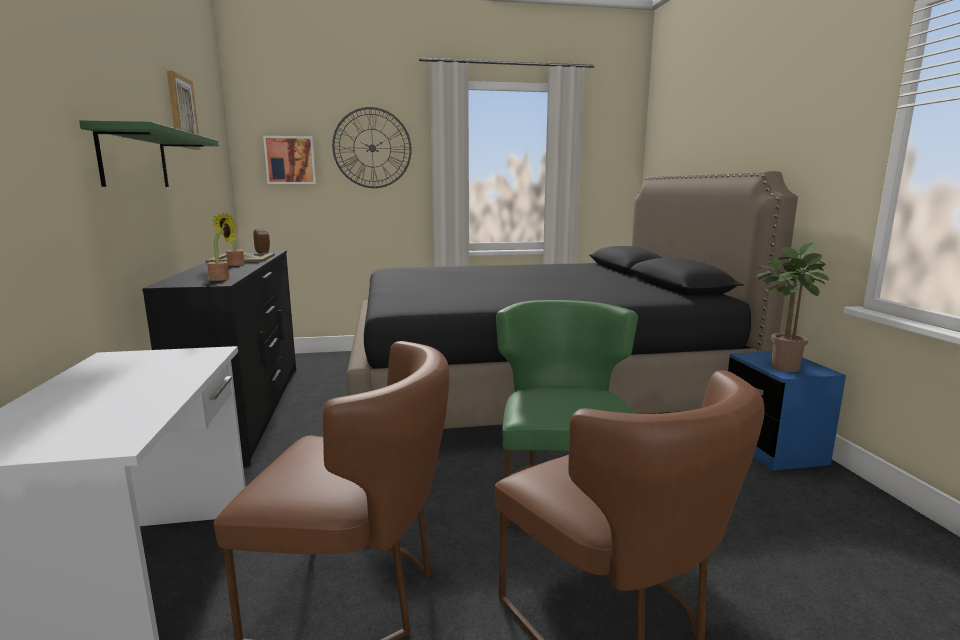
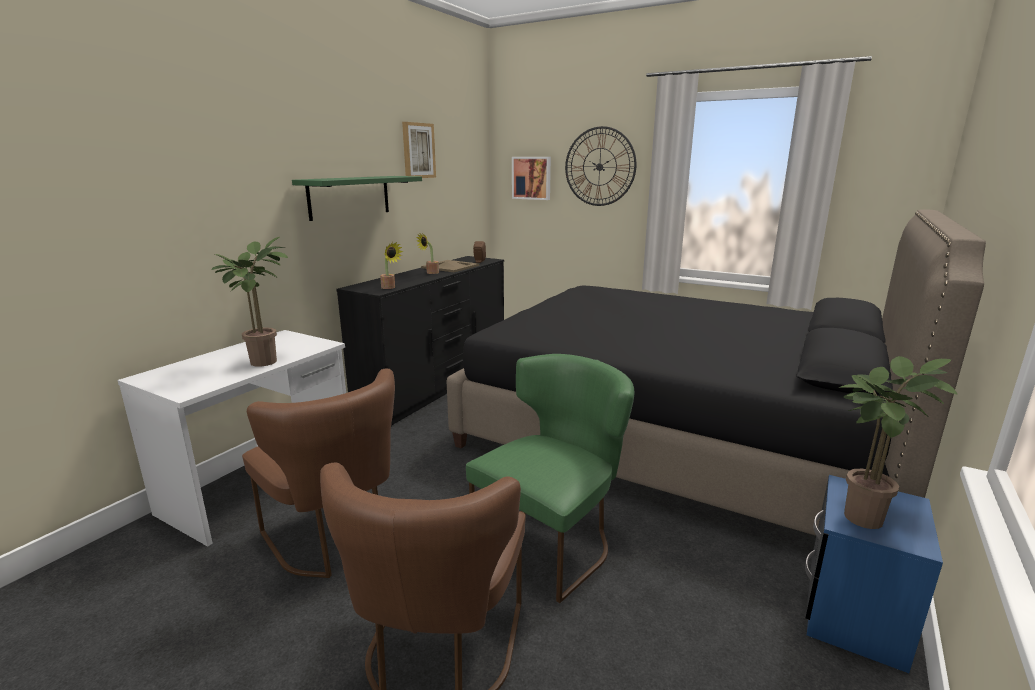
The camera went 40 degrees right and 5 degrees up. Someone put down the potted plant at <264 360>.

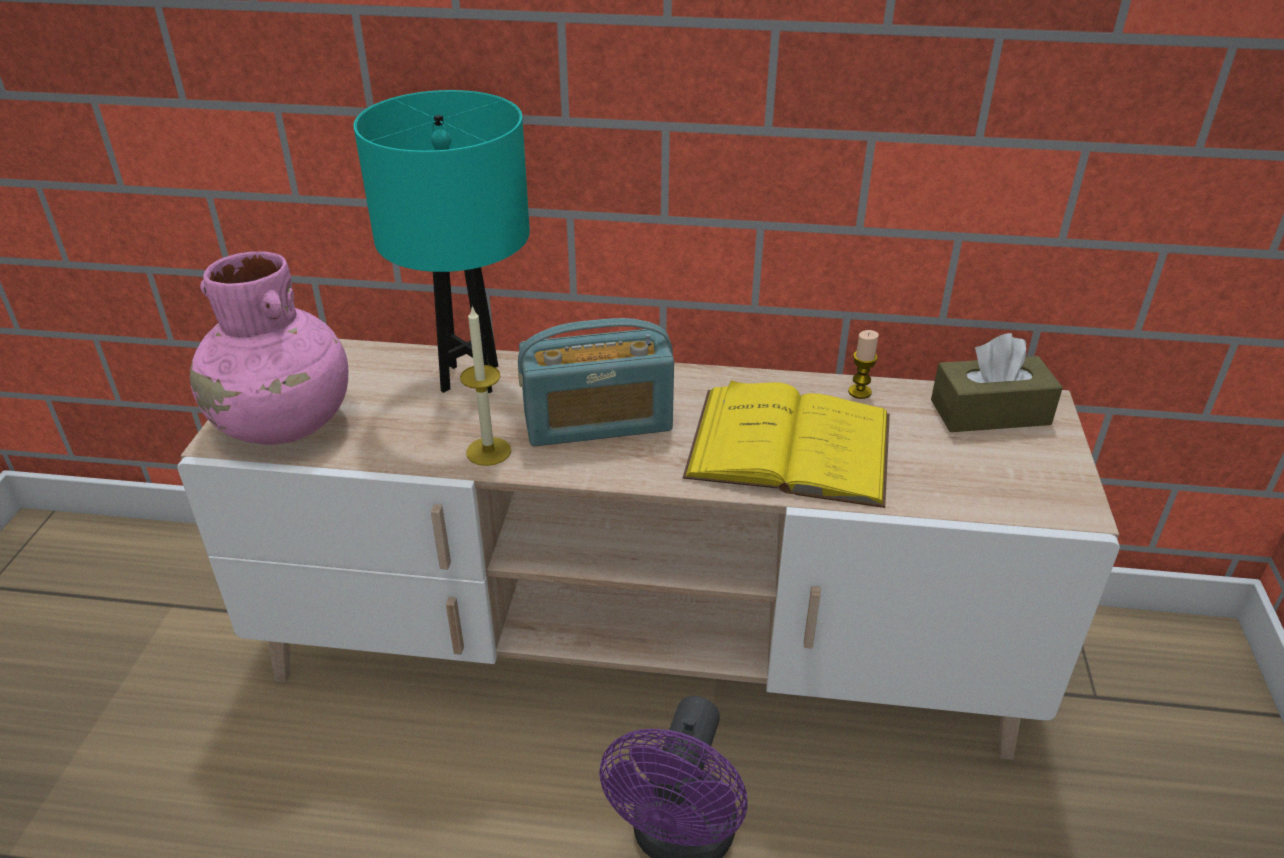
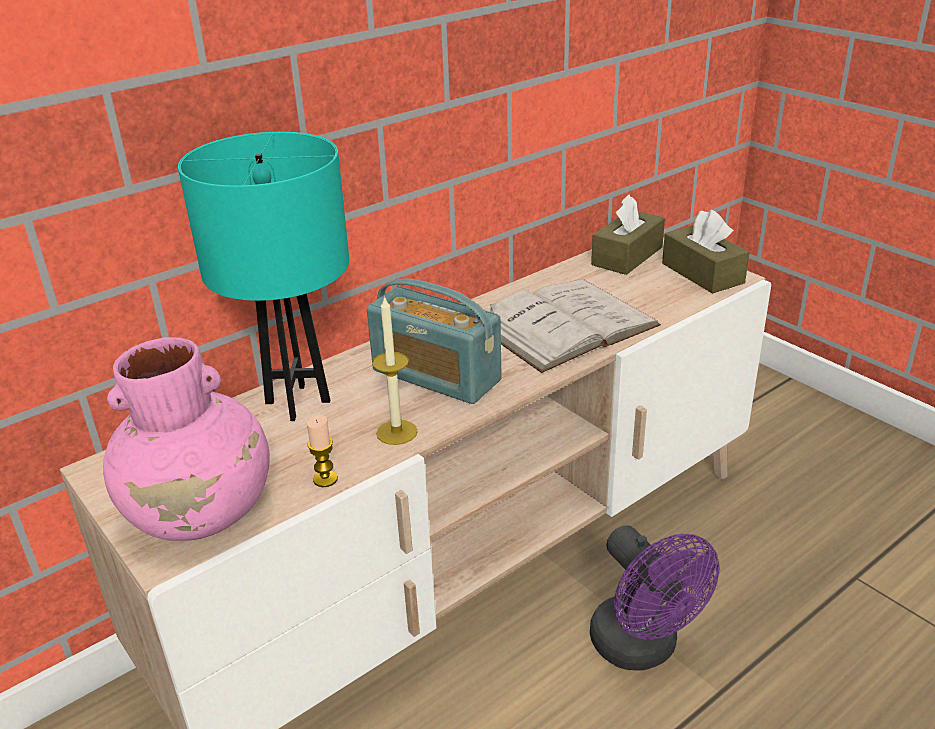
The camera went 45 degrees left and 5 degrees down. Someone rotated the radio at <598 422> by 90 degrees clockwise. Someone carried the candle from <859 392> to <325 479>. Someone repainted the yellow book at <790 445>, which became the white book at <564 324>. Someone put down the brown tissue box at <702 273>.

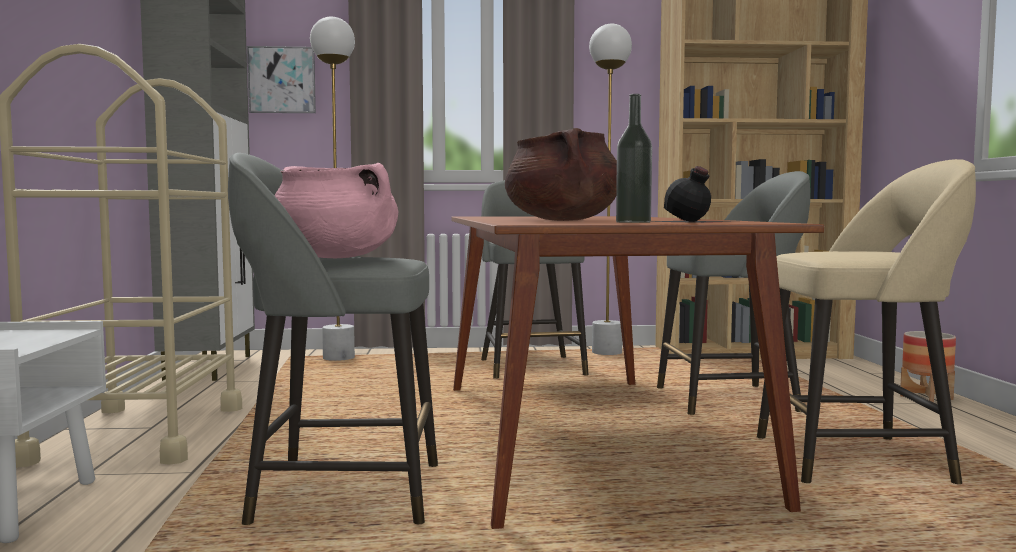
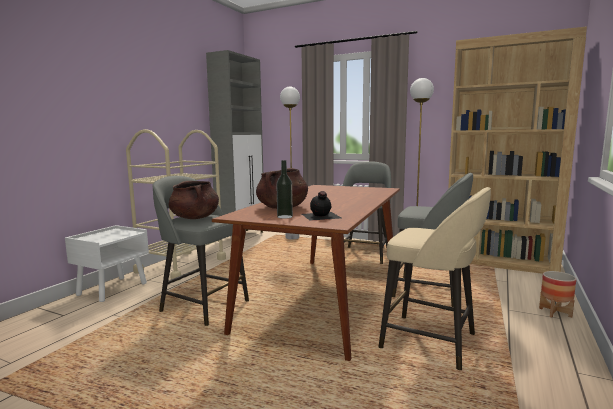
The camera went 30 degrees right and 5 degrees up. Someone took away the picture at <282 80>. Someone repainted the pink cooking pot at <336 258>, which became the brown cooking pot at <195 218>.

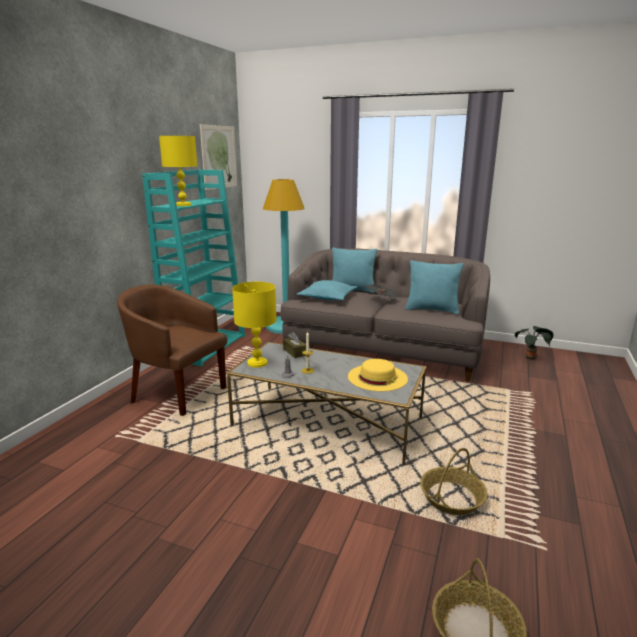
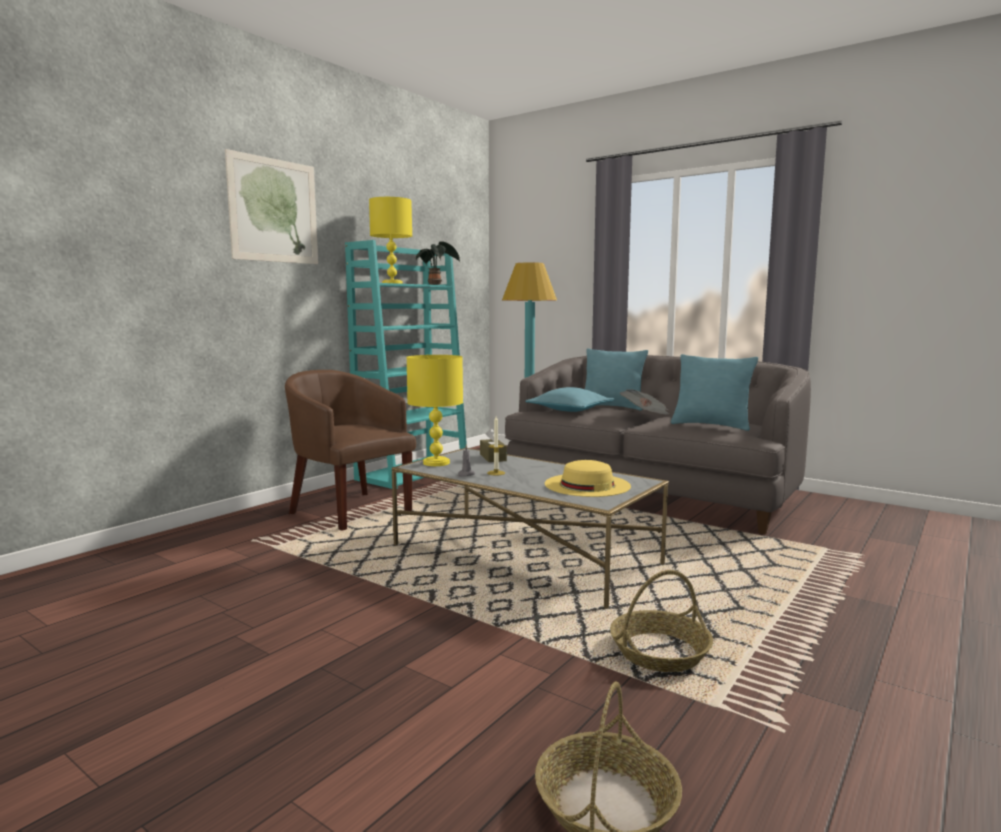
The camera went 15 degrees right and 10 degrees down. Someone carried the picture from <219 157> to <274 210>. Someone carried the potted plant from <531 358> to <436 285>.

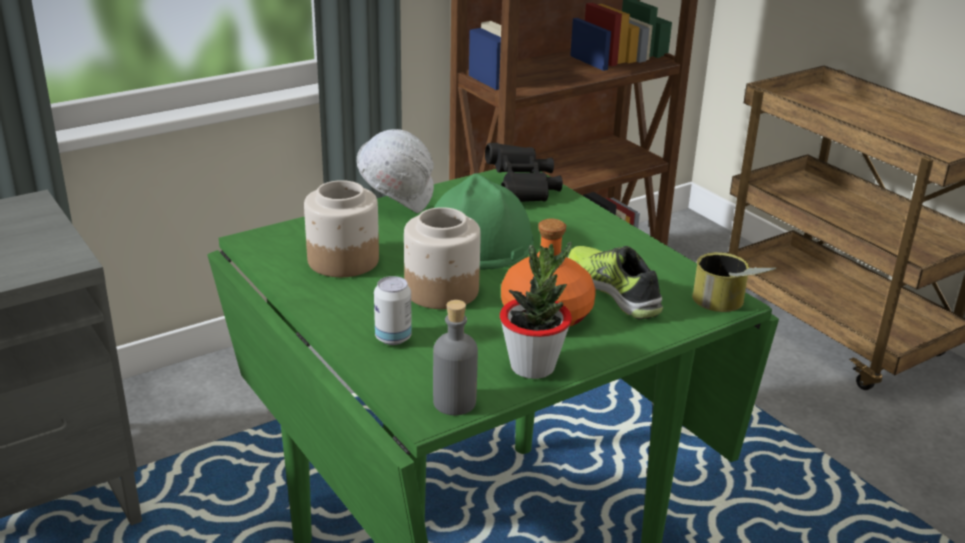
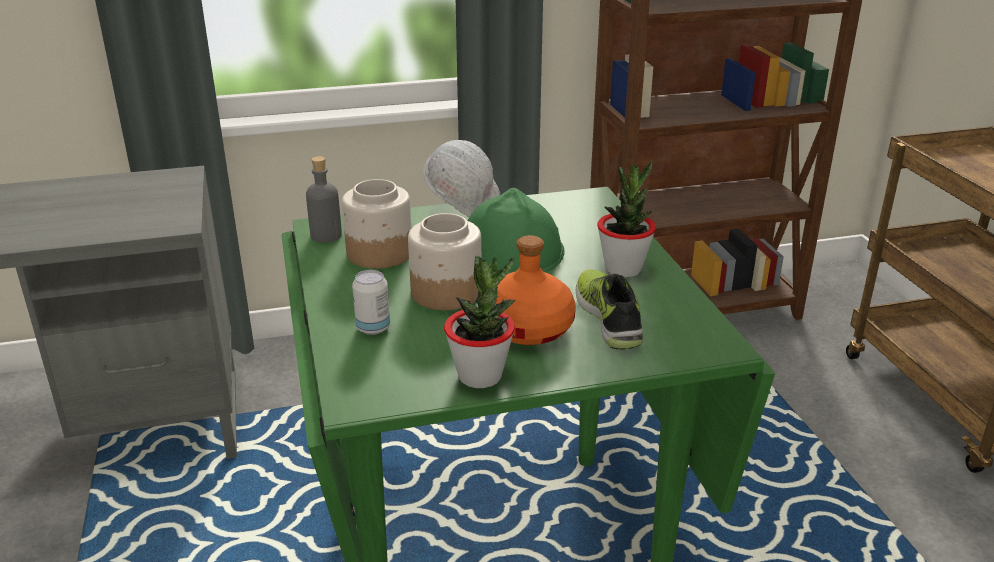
The camera went 20 degrees right and 0 degrees up. Someone took away the black binoculars at <523 189>. Someone took away the can at <728 306>. Someone carried the grey bottle from <454 402> to <326 236>. Someone put down the potted plant at <623 269>.

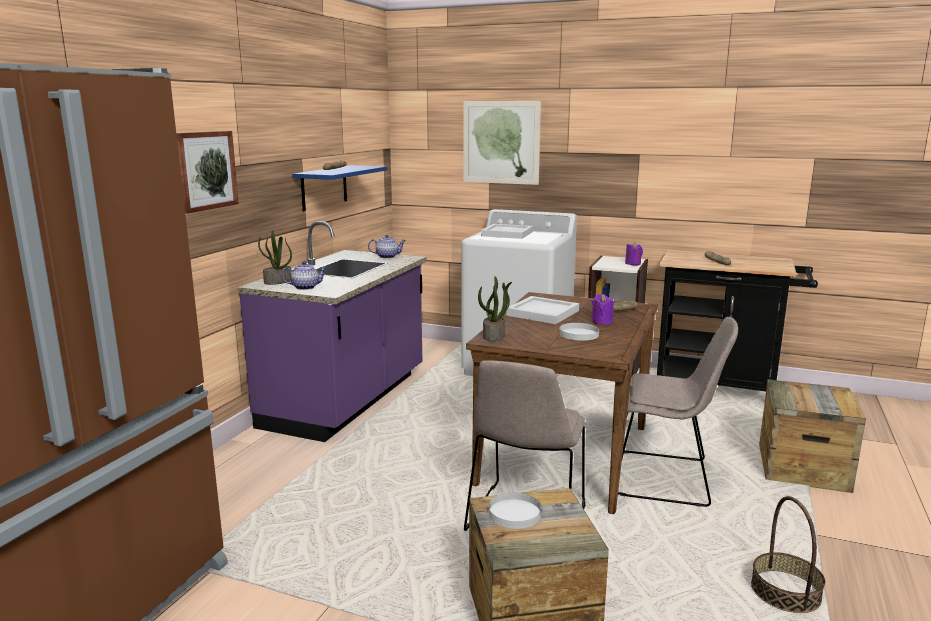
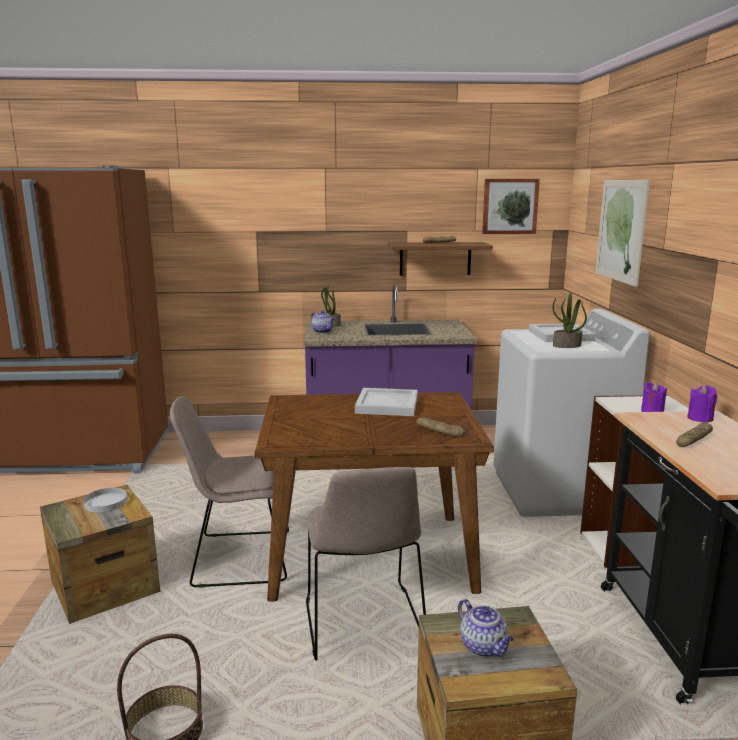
The camera went 65 degrees right and 0 degrees up. Someone carried the picture from <204 170> to <509 206>. Someone repainted the blue shelf at <324 187>, which became the brown shelf at <435 258>. Someone carried the teapot from <388 256> to <484 647>. Someone carried the potted plant from <494 336> to <566 346>. Someone carried the purple candle from <602 322> to <700 418>. Someone took away the white plate at <579 334>.

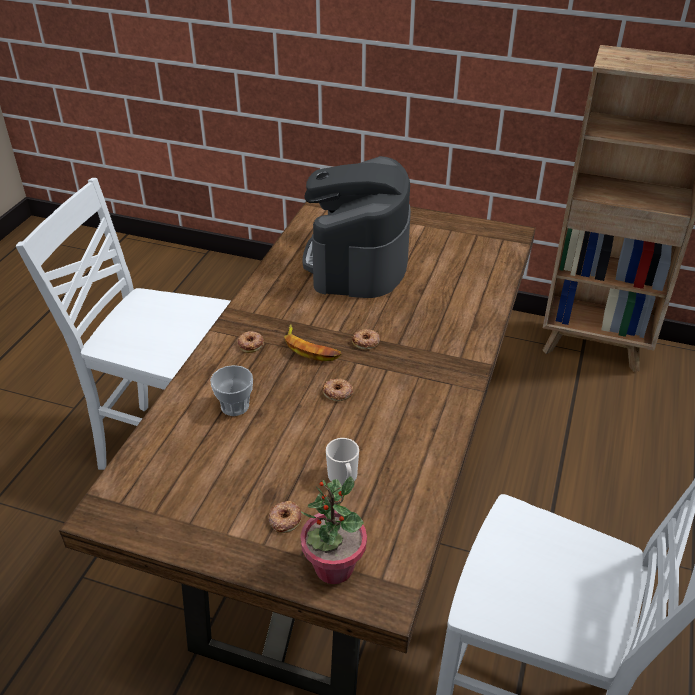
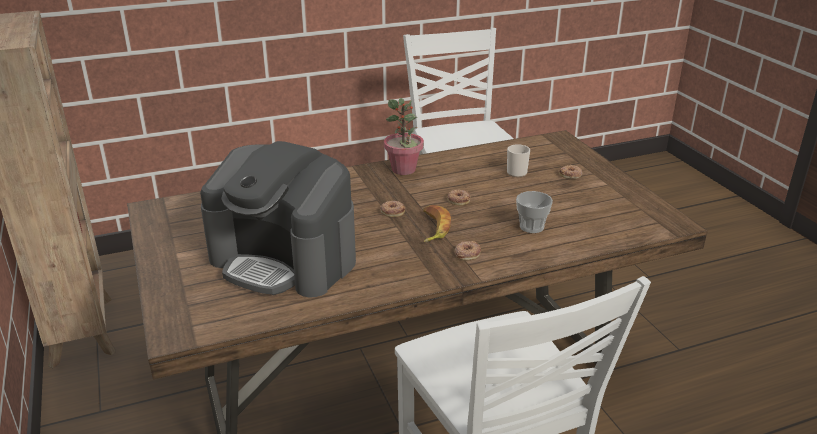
The camera went 130 degrees left and 10 degrees down. Someone rotated the coffee machine at <357 261> by 60 degrees clockwise. Someone carried the potted plant from <333 567> to <404 169>.

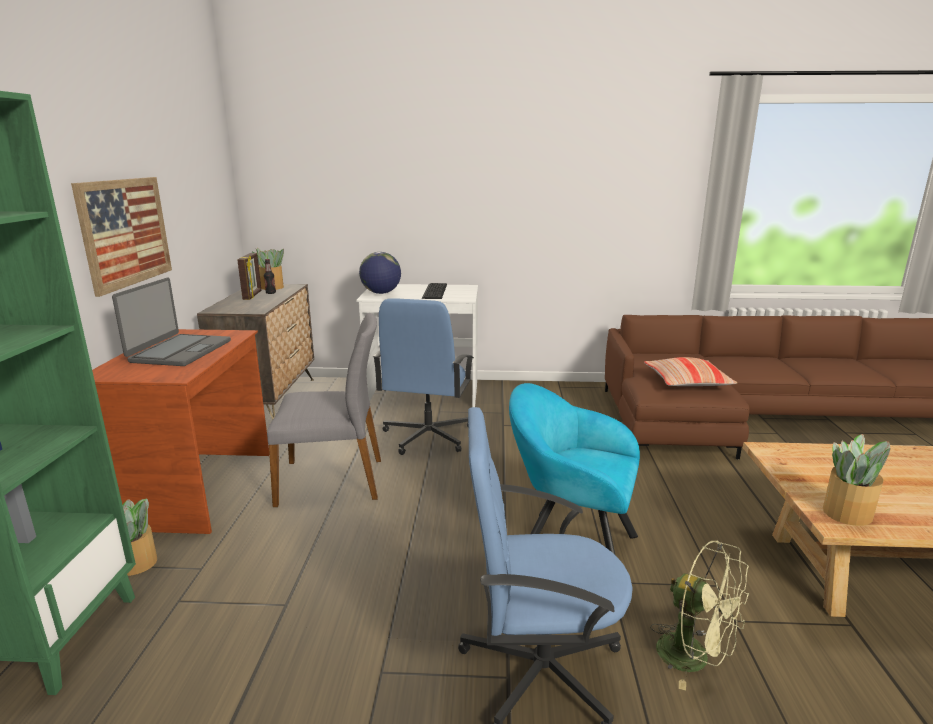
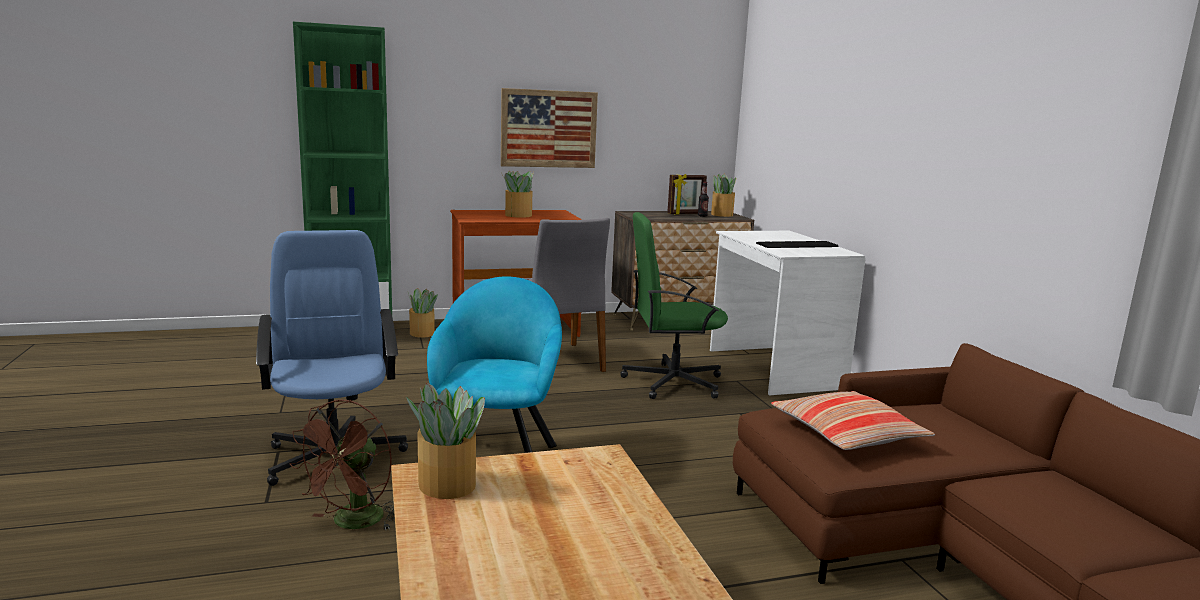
The camera went 70 degrees right and 5 degrees down. Someone took away the globe at <381 293>. Someone swapped the laptop at <180 351> for the potted plant at <518 215>. Someone repainted the blue office chair at <427 436>, which became the green office chair at <671 382>. Someone repainted the green fan at <694 658>, which became the brown fan at <352 523>.

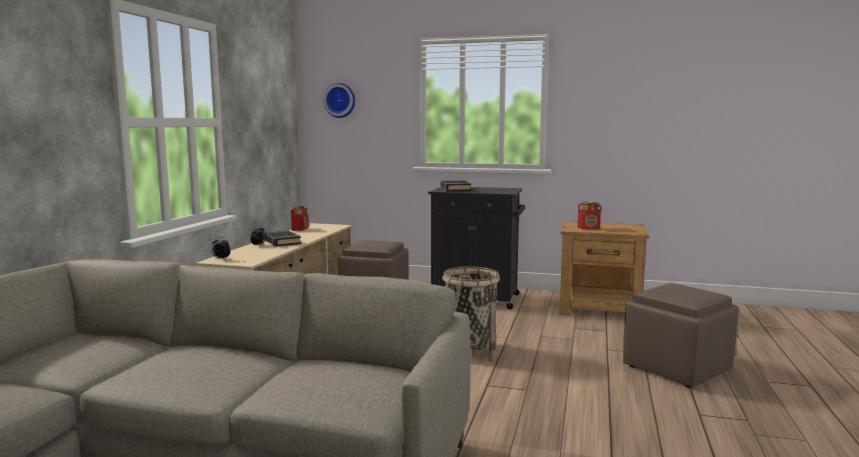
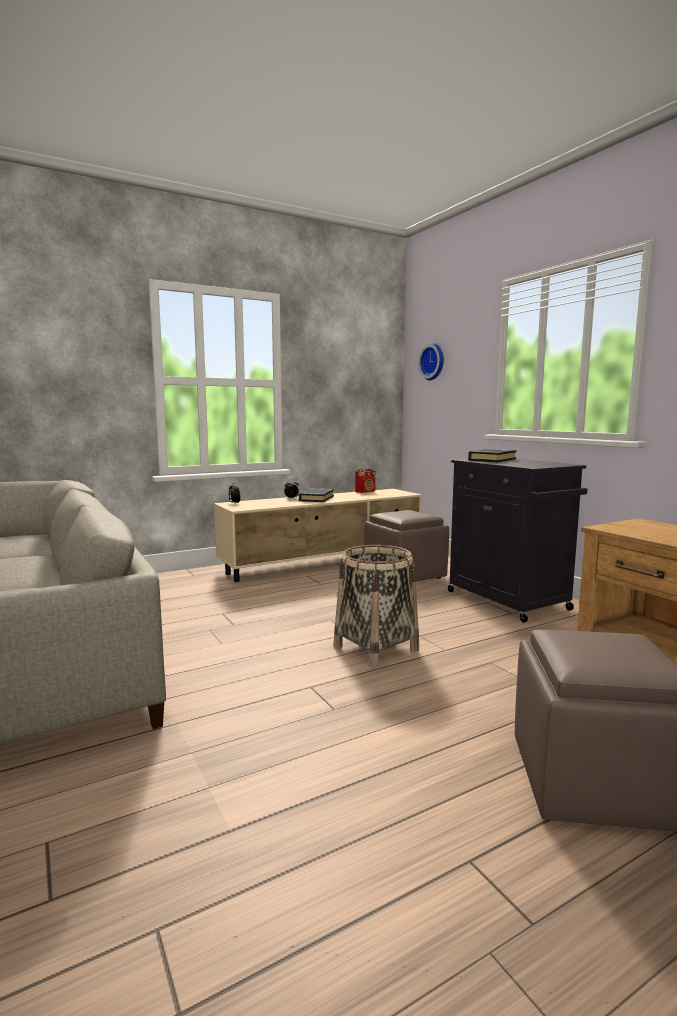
The camera went 45 degrees right and 0 degrees up. Someone took away the radio at <589 228>.

